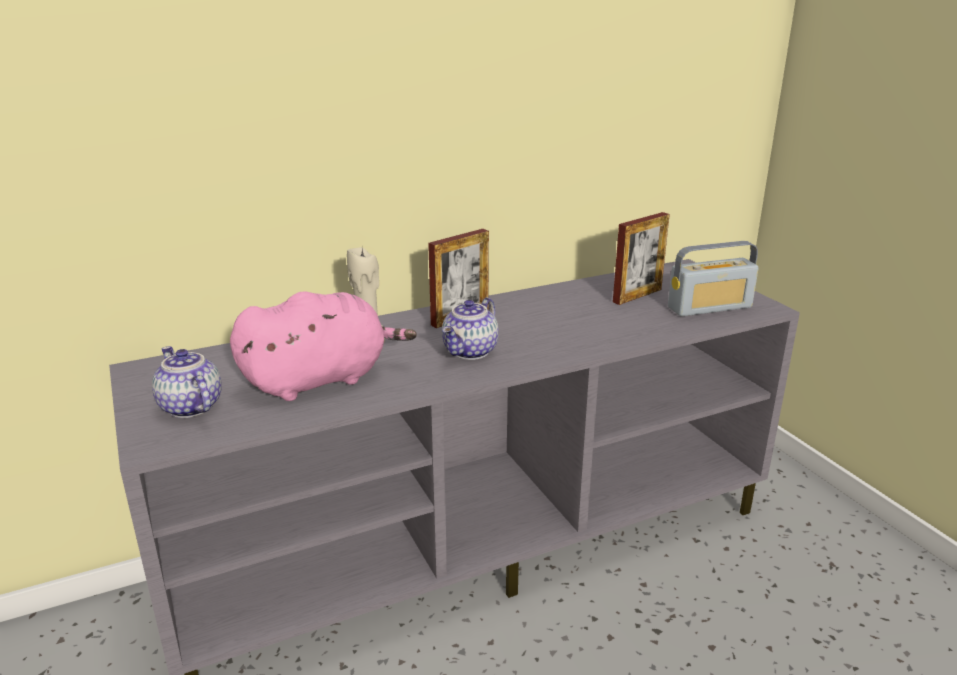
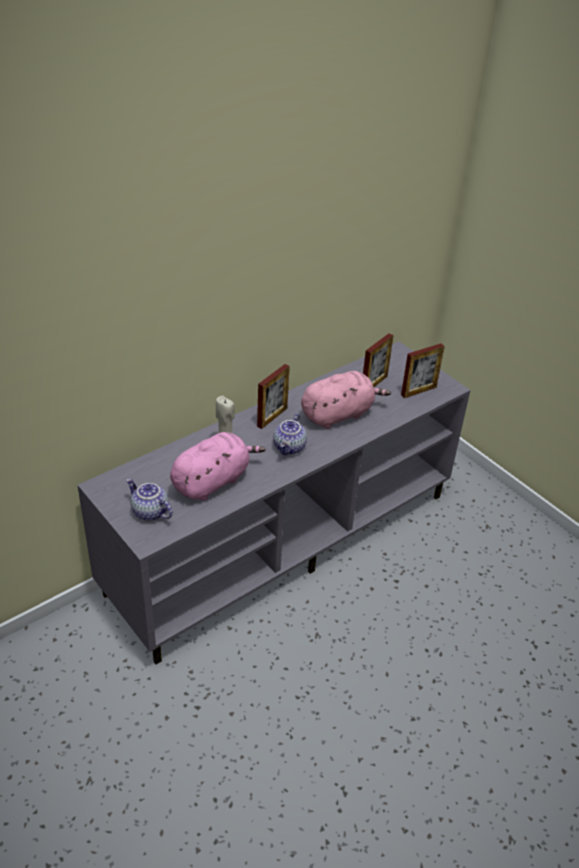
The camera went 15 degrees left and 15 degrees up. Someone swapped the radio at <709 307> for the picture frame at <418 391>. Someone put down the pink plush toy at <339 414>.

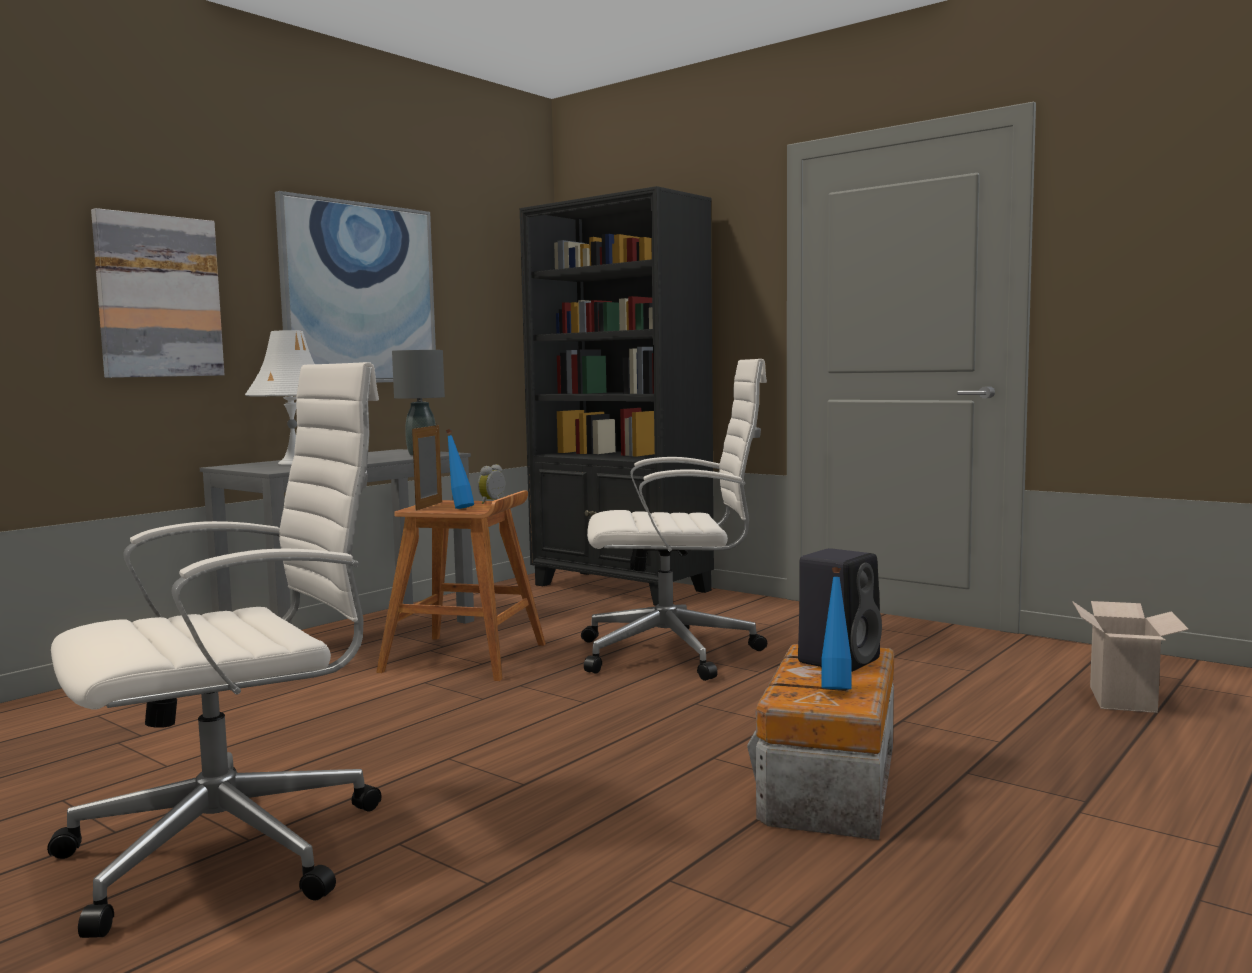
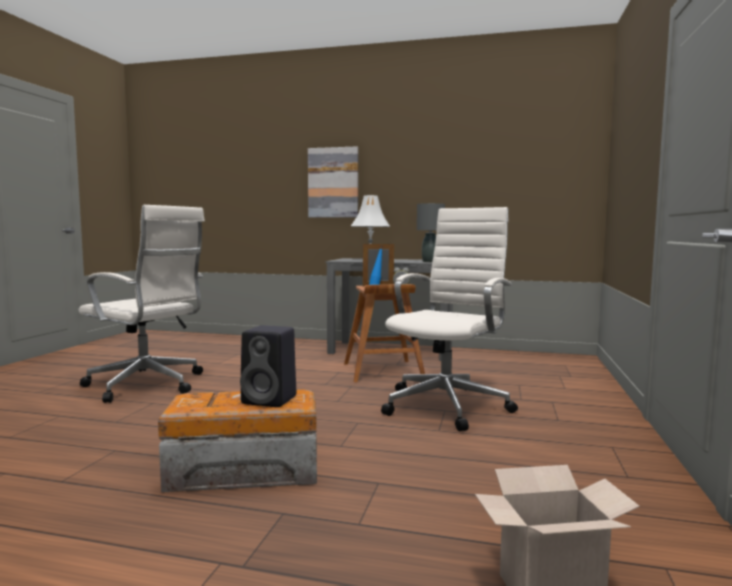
The camera went 65 degrees right and 0 degrees up. Someone took away the black bookcase at <621 588>. Someone took away the picture at <359 293>. Someone rotated the white office chair at <674 653> by 120 degrees counterclockwise. Someone took away the blue bottle at <836 688>.

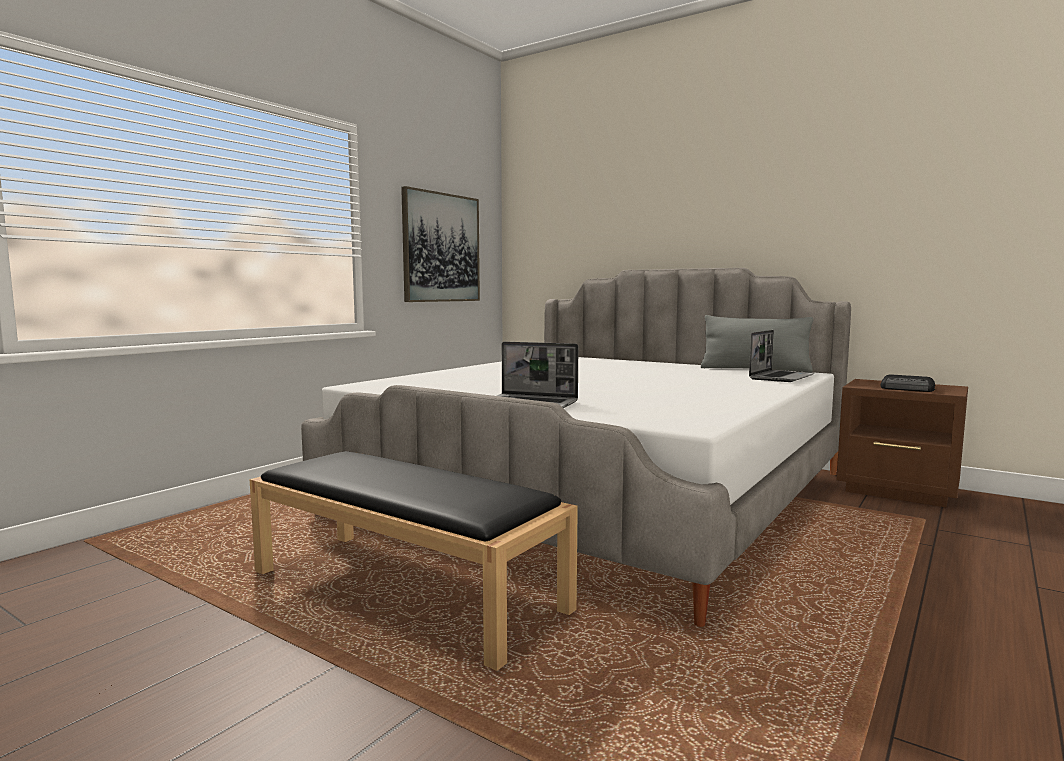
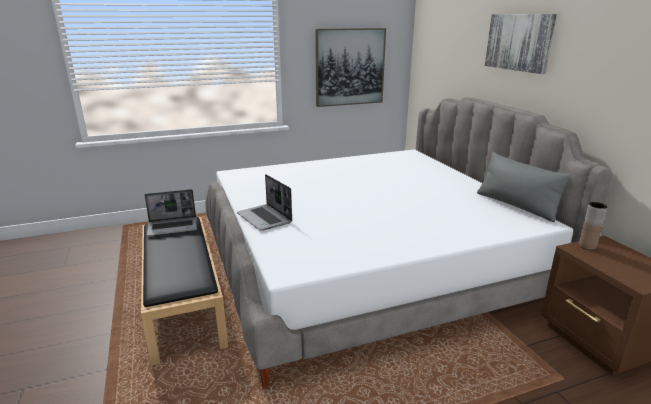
The camera went 35 degrees right and 15 degrees up. Someone carried the laptop from <780 377> to <173 227>. Someone took away the radio at <908 389>. Someone put up the picture at <519 42>. Someone put down the brown vase at <587 246>.

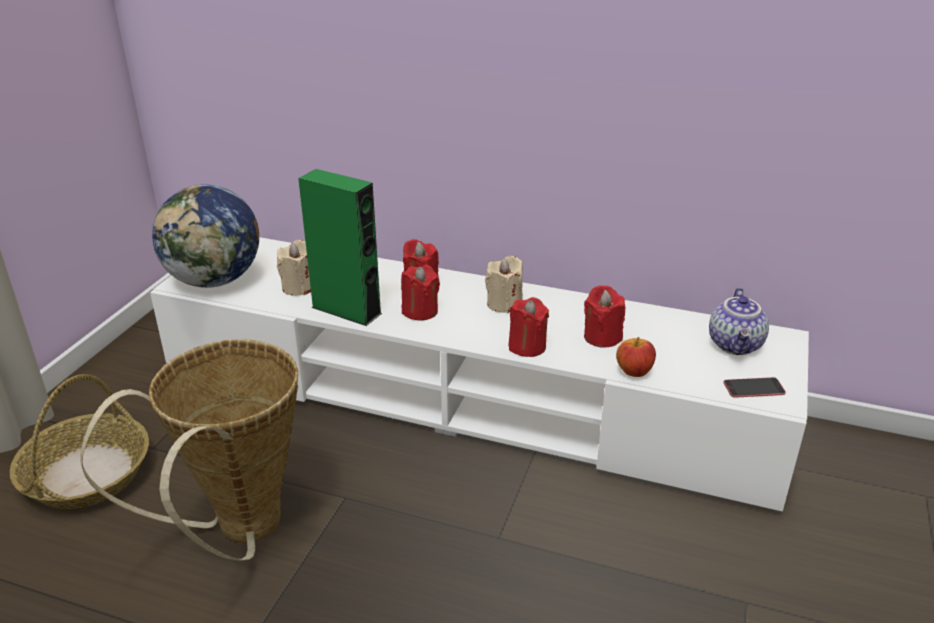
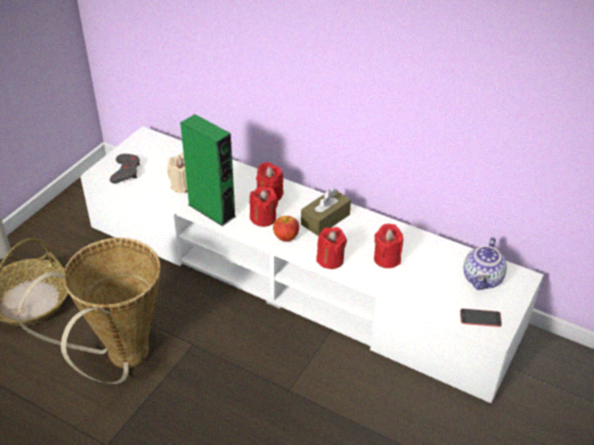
The camera went 10 degrees right and 10 degrees up. Someone swapped the globe at <215 280> for the grey game controller at <126 171>. Someone swapped the beige candle at <504 304> for the brown tissue box at <325 219>. Someone carried the apple from <634 372> to <286 237>.

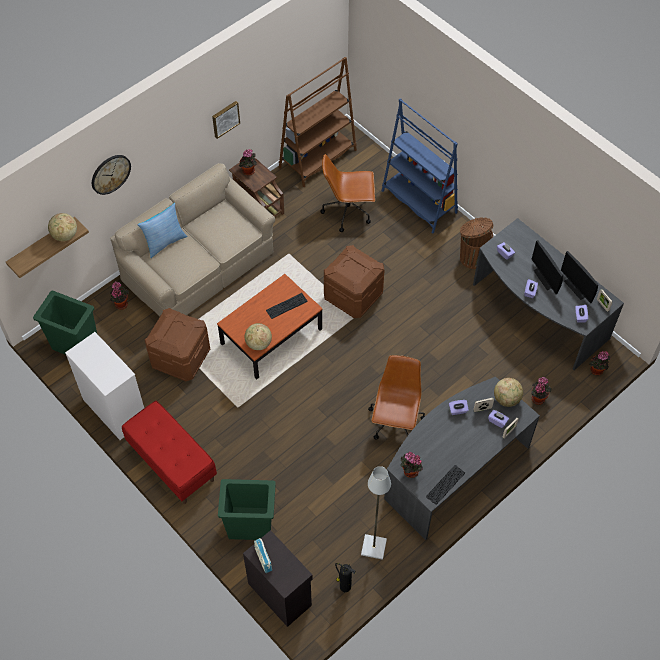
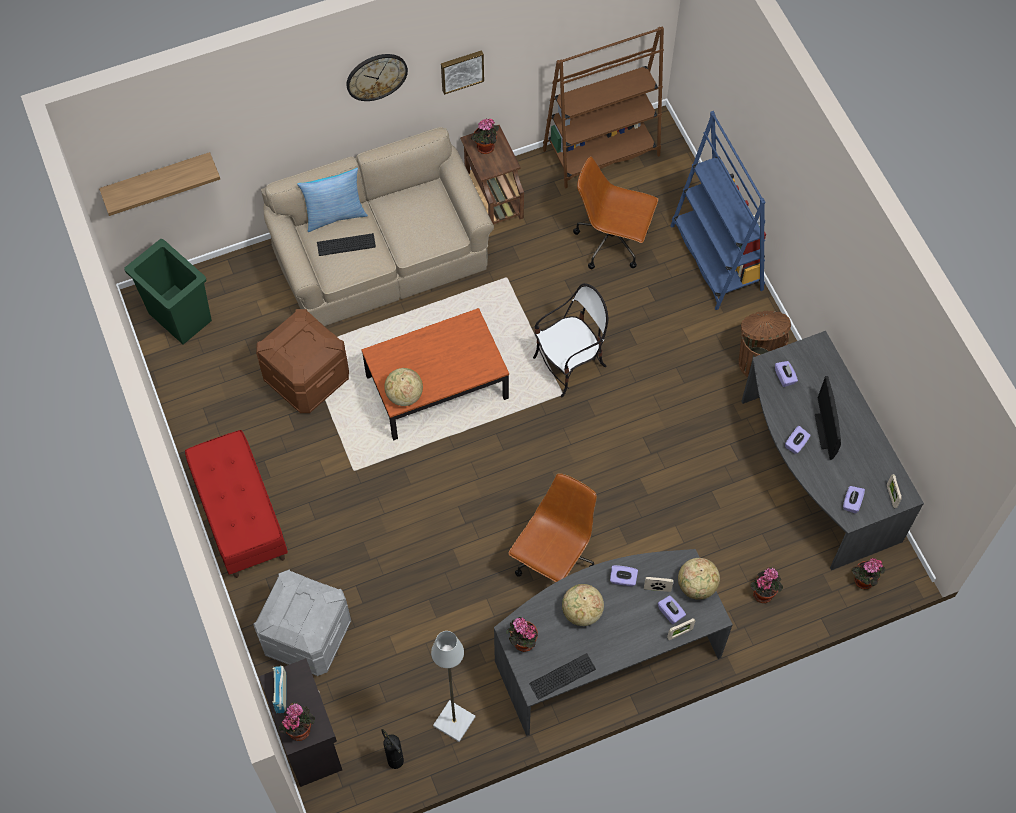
The camera went 20 degrees right and 5 degrees up. Someone carried the wall clock from <110 174> to <376 76>. Someone carried the globe from <65 235> to <581 612>. Someone swapped the brown storage box at <353 295> for the chair at <570 365>. Someone took away the monitor at <577 287>. Someone carried the potted plant from <121 303> to <299 728>. Someone carried the keyboard from <286 306> to <346 244>. Someone took away the white dresser at <114 409>. Someone swapped the green trash can at <251 526> for the grey storage box at <307 636>.

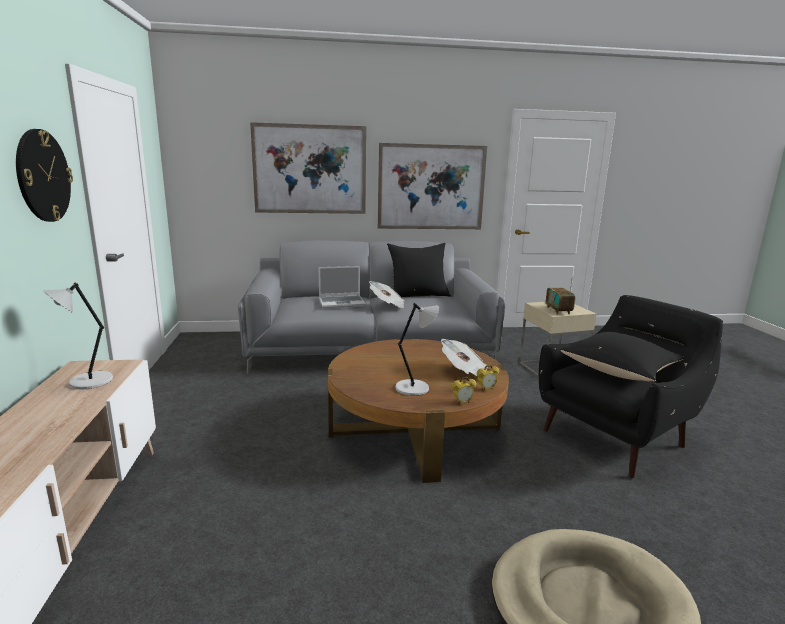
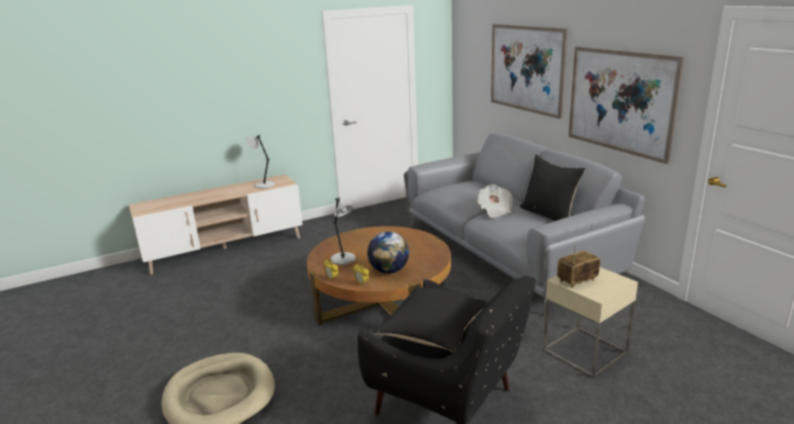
The camera went 70 degrees right and 5 degrees up. Someone took away the wall clock at <43 176>. Someone took away the laptop at <342 302>. Someone swapped the newspaper at <464 372> for the globe at <389 271>.

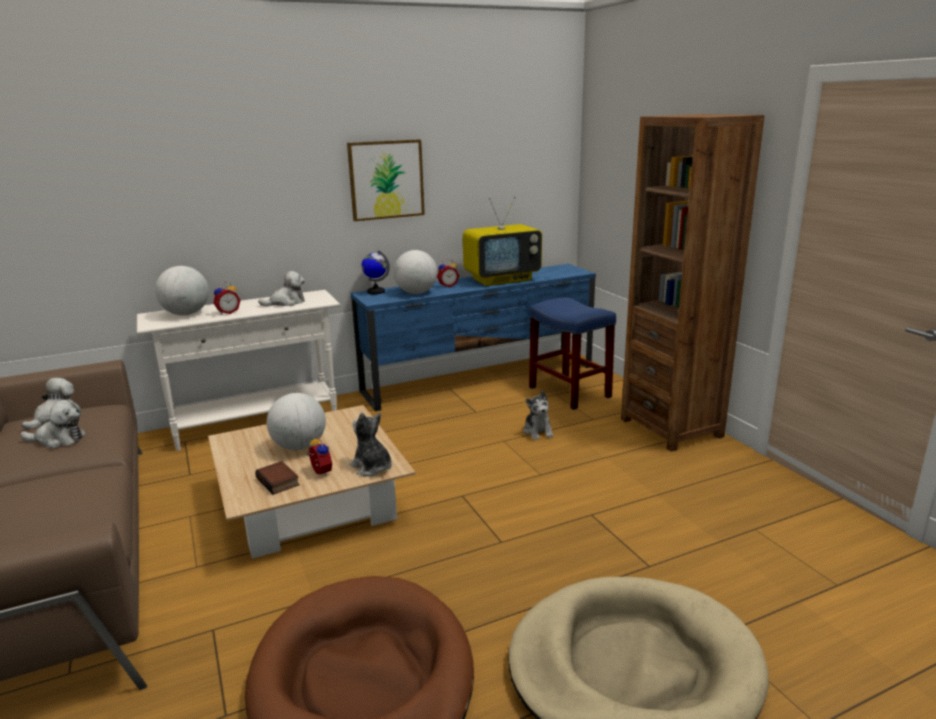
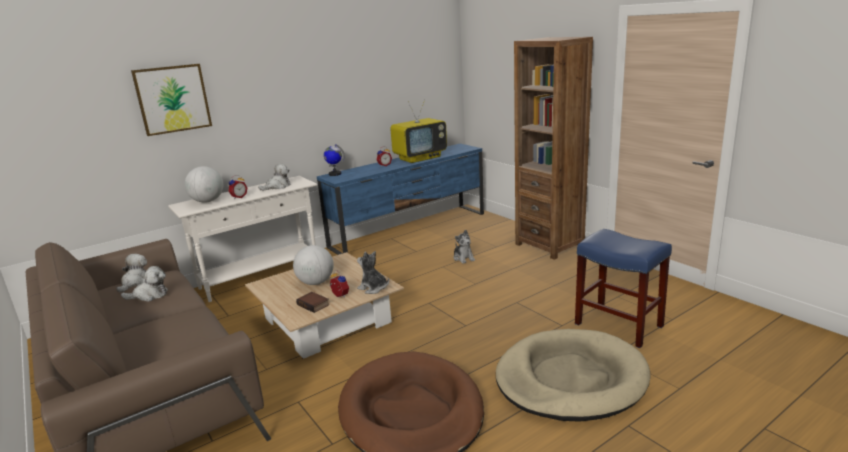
The camera went 10 degrees left and 0 degrees up. Someone carried the picture from <386 180> to <173 99>. Someone took away the globe at <416 293>. Someone carried the blue stool from <570 392> to <619 325>.

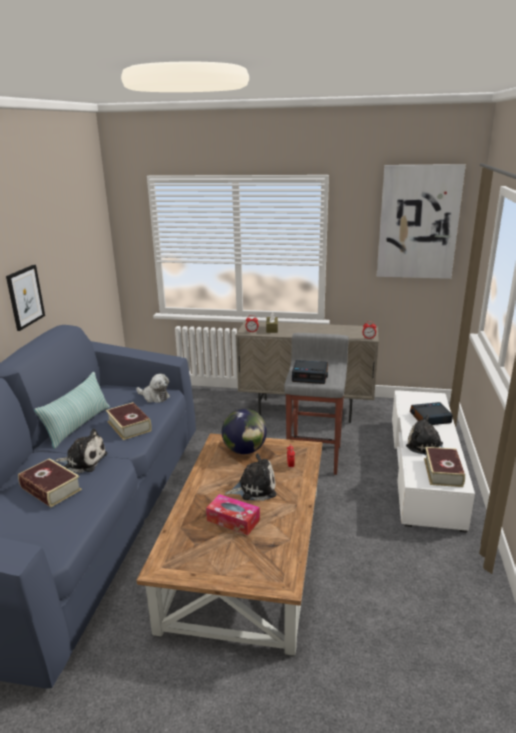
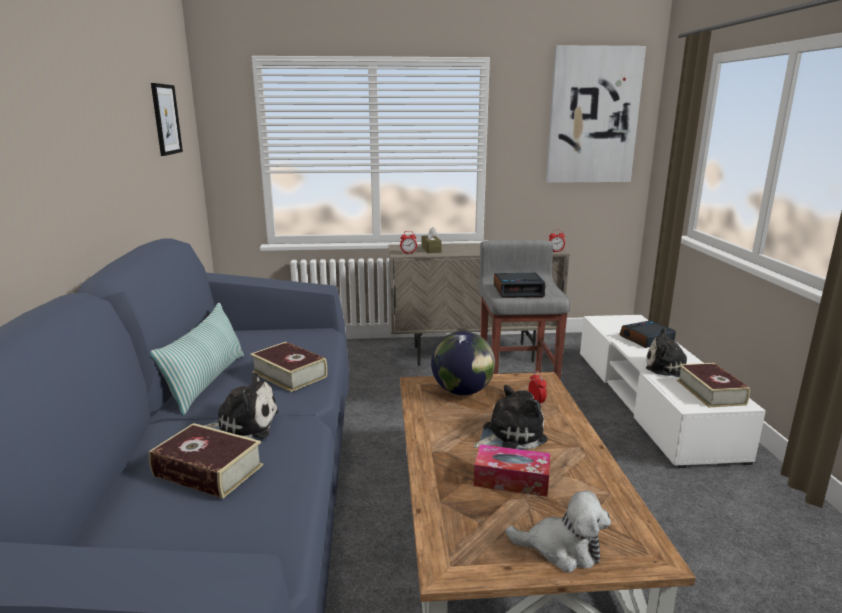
The camera went 15 degrees left and 5 degrees down. Someone carried the picture from <25 297> to <166 119>. Someone carried the plush toy from <154 397> to <561 549>.

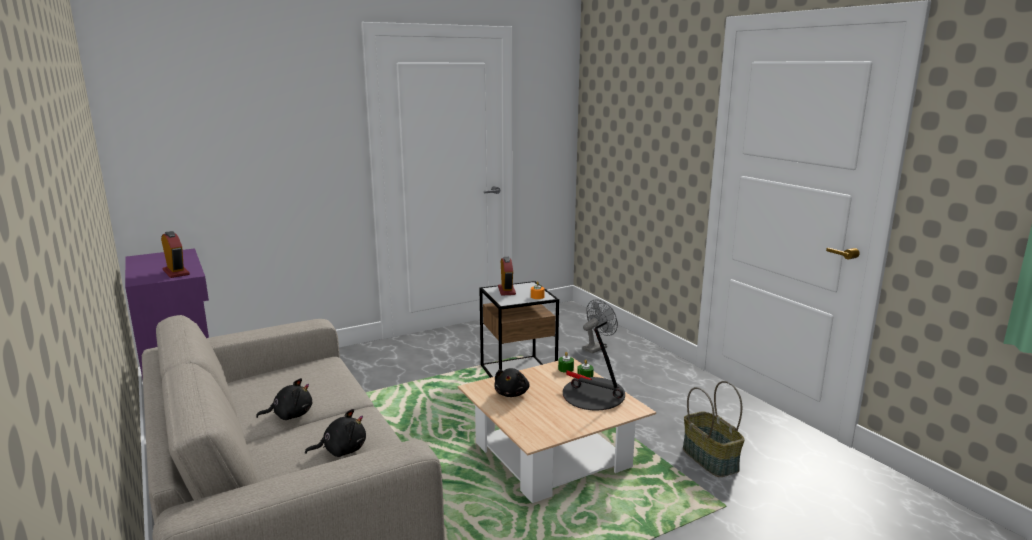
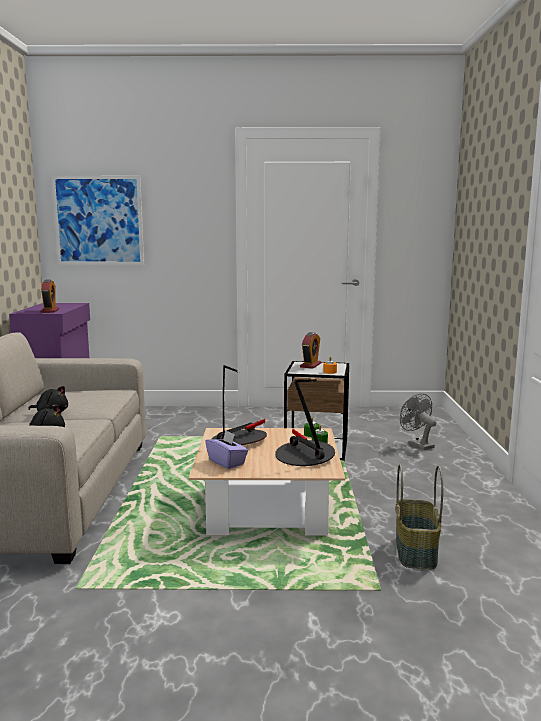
The camera went 30 degrees right and 5 degrees down. Someone rotated the grey fan at <597 347> by 105 degrees counterclockwise. Someone swapped the black plush toy at <512 393> for the table lamp at <239 440>. Someone put up the picture at <98 220>. Someone put down the purple tissue box at <227 462>.

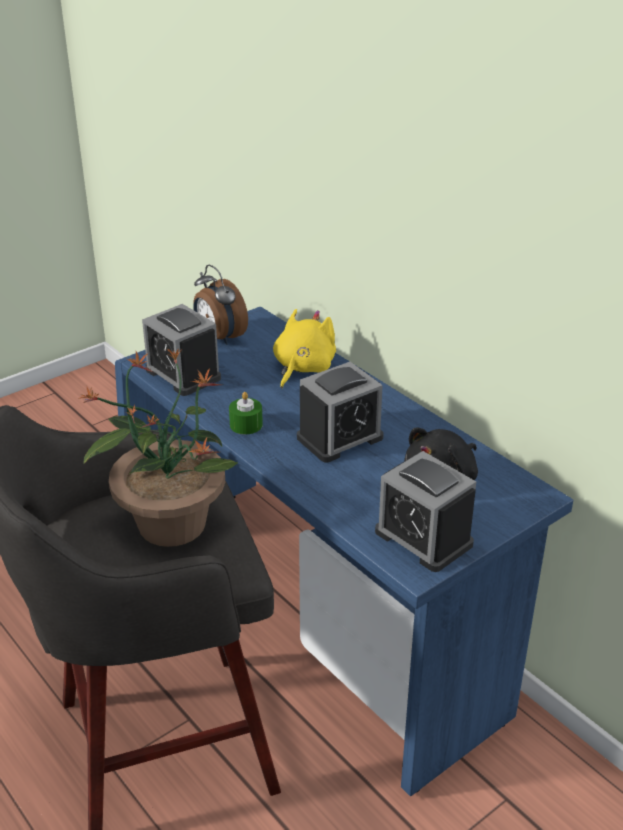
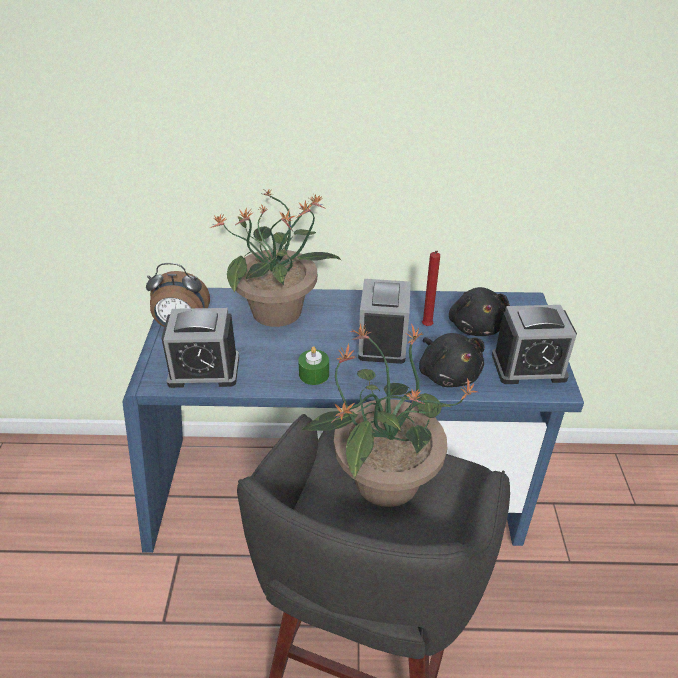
The camera went 50 degrees left and 5 degrees up. Someone swapped the yellow plush toy at <302 368> for the potted plant at <279 312>. Someone put down the red candle at <426 327>. Someone put down the black plush toy at <448 374>.

